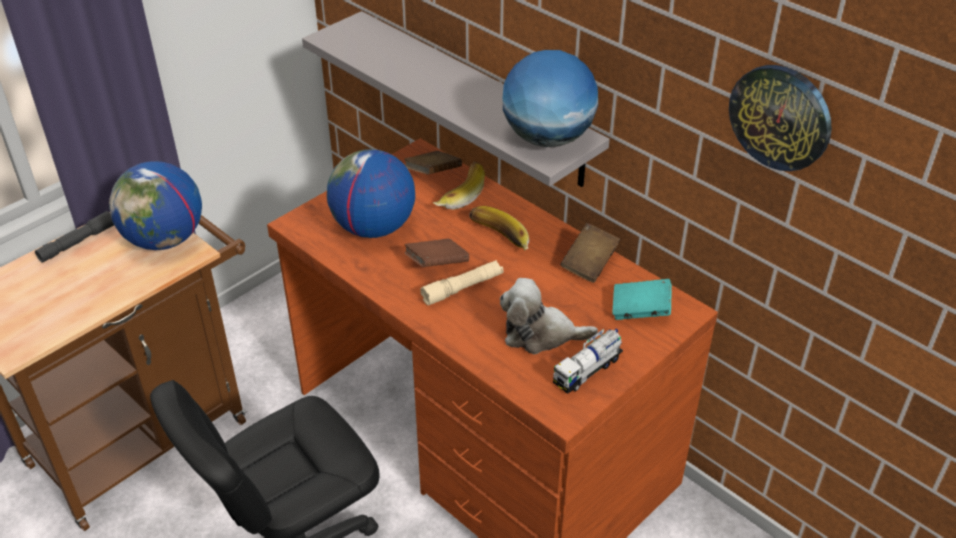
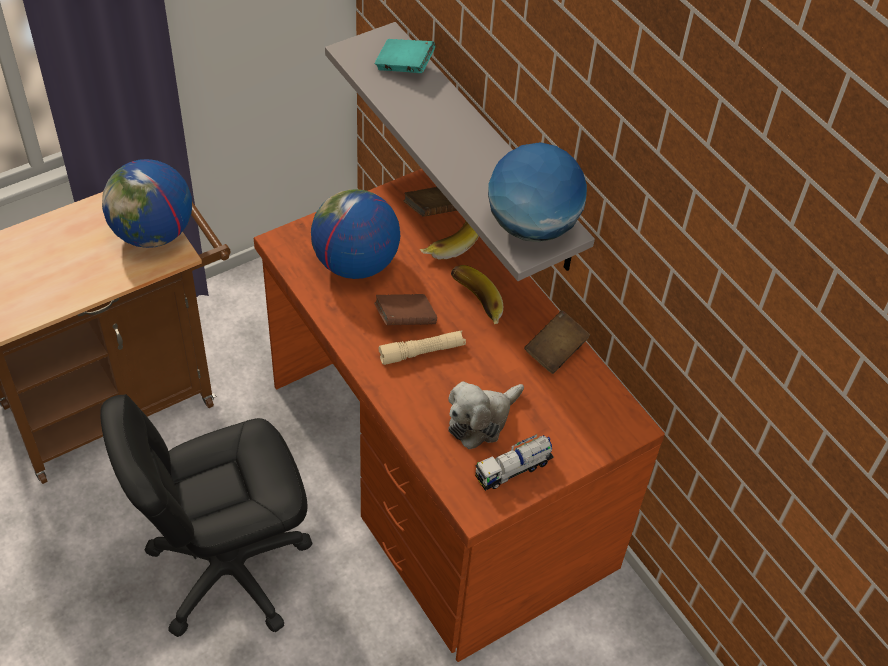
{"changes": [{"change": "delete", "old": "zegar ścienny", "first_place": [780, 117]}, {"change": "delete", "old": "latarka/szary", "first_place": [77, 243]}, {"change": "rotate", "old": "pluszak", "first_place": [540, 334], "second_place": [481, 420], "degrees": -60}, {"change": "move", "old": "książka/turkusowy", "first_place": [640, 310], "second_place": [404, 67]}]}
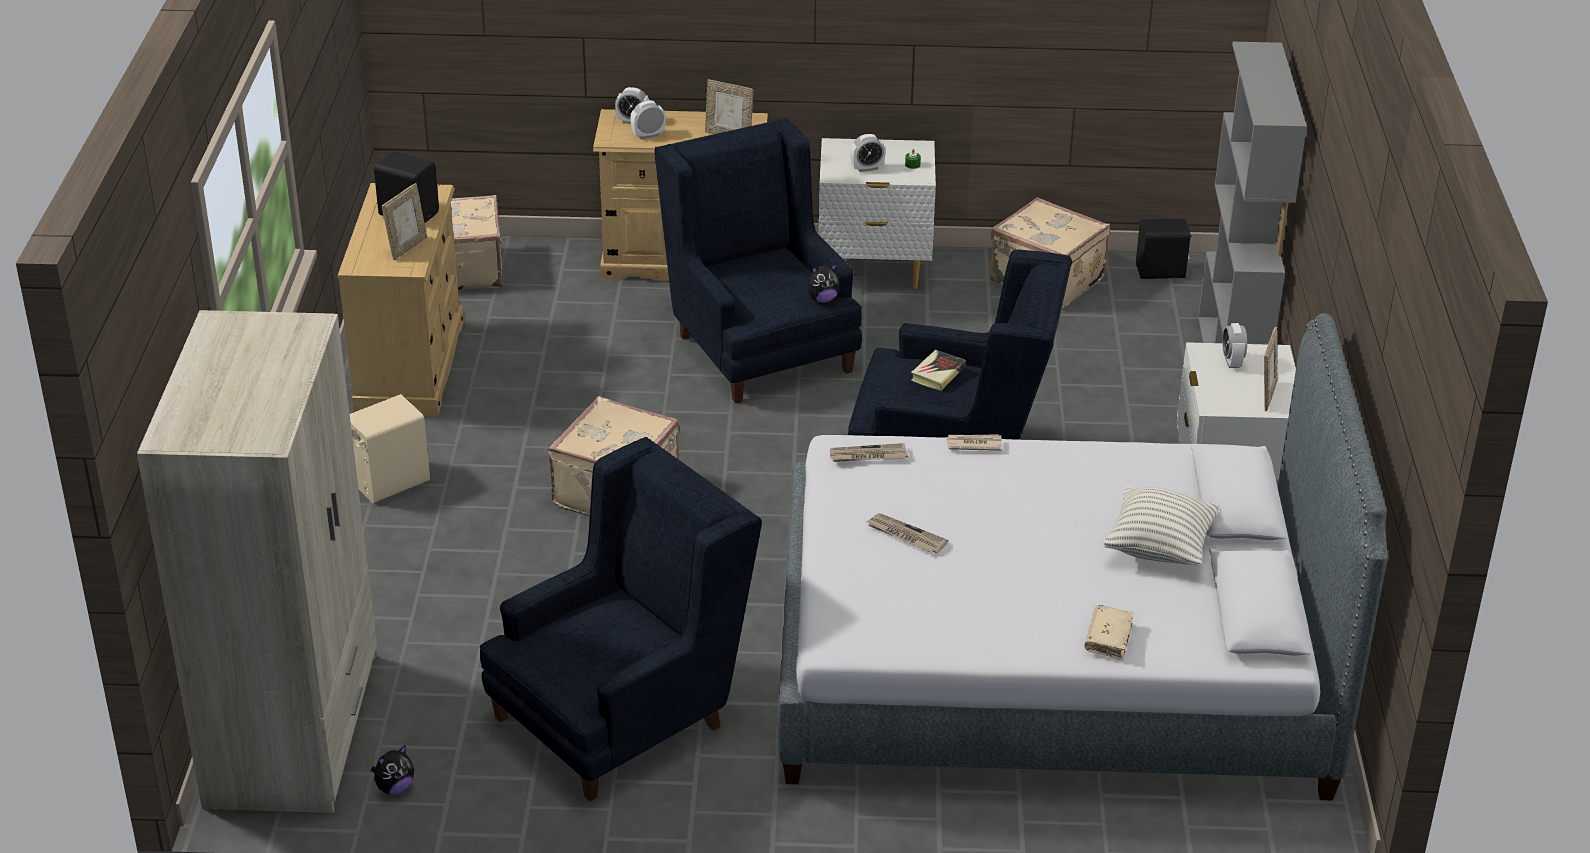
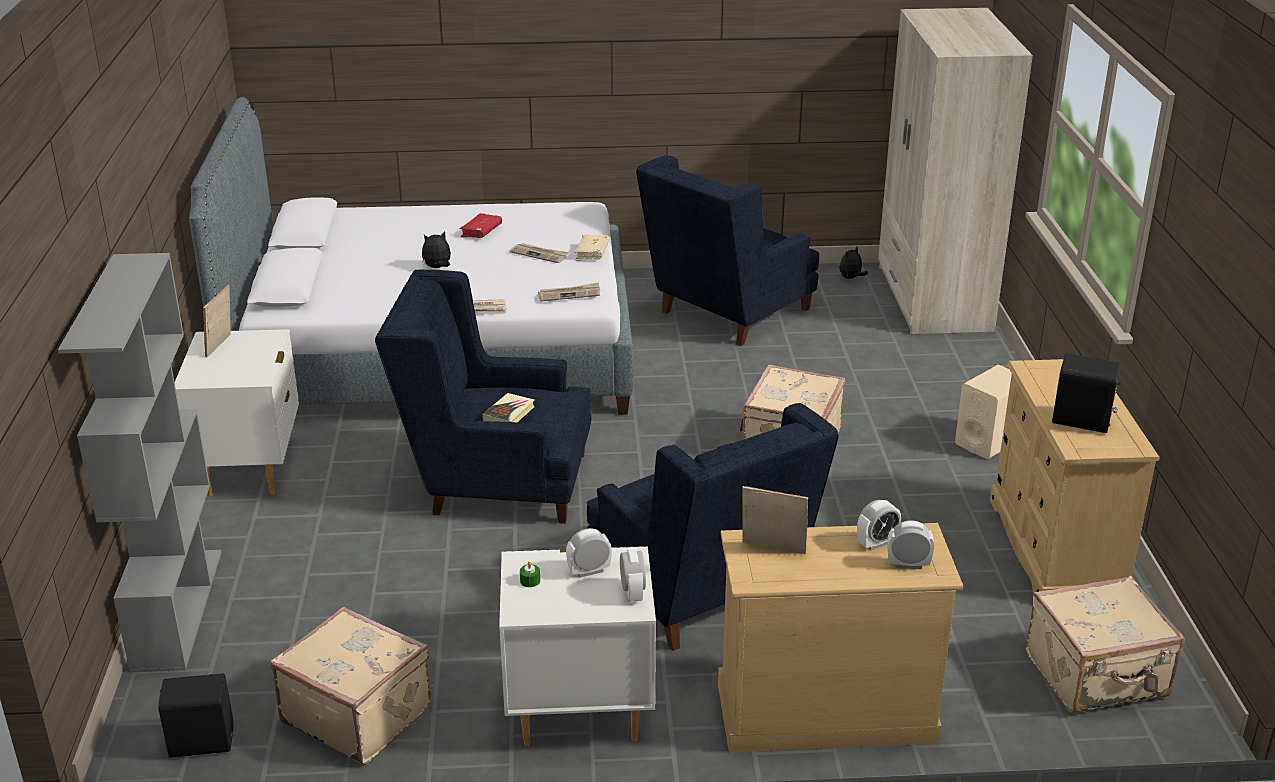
{"changes": [{"change": "delete", "old": "ramka na zdjęcie", "first_place": [407, 247]}, {"change": "move", "old": "pluszak", "first_place": [822, 299], "second_place": [437, 267]}, {"change": "move", "old": "budzik", "first_place": [1232, 361], "second_place": [632, 593]}, {"change": "delete", "old": "poduszka", "first_place": [1159, 547]}, {"change": "move", "old": "książka/beżowy", "first_place": [1108, 639], "second_place": [592, 253]}, {"change": "insert", "new": "książka/czerwony", "second_place": [481, 232]}]}
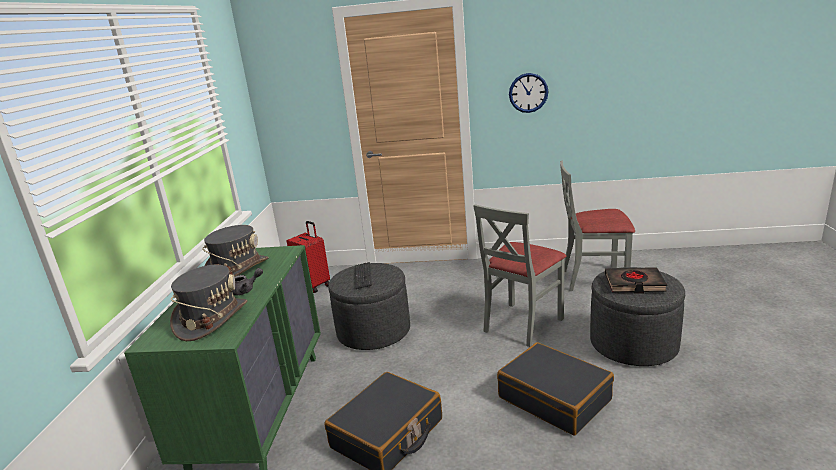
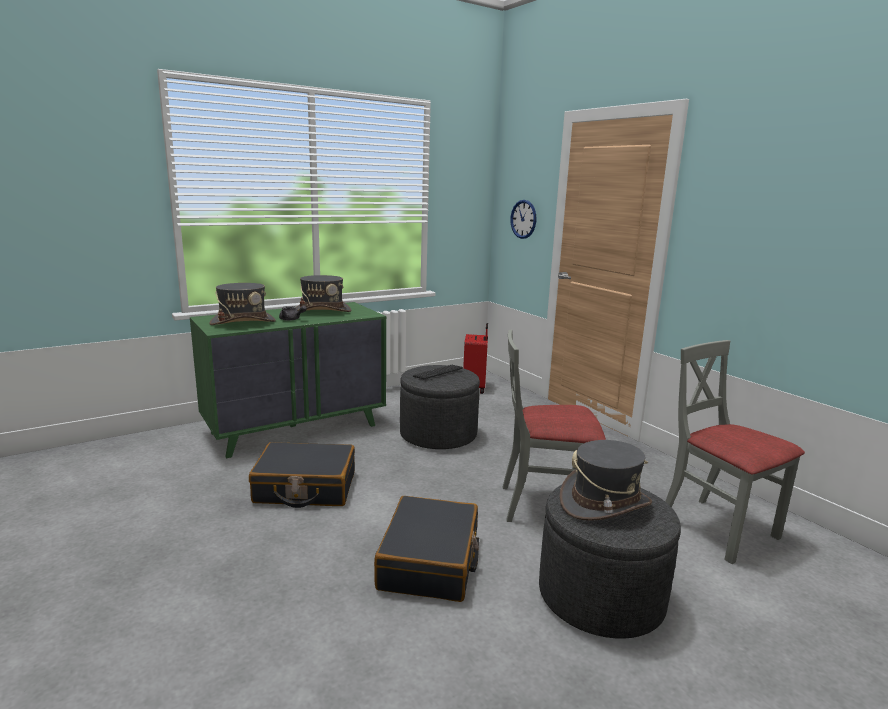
{"changes": [{"change": "move", "old": "zegar ścienny", "first_place": [528, 93], "second_place": [523, 219]}, {"change": "replace", "old": "książka/czarny", "new": "kapelusz/szary", "first_place": [634, 284], "second_place": [604, 503]}]}
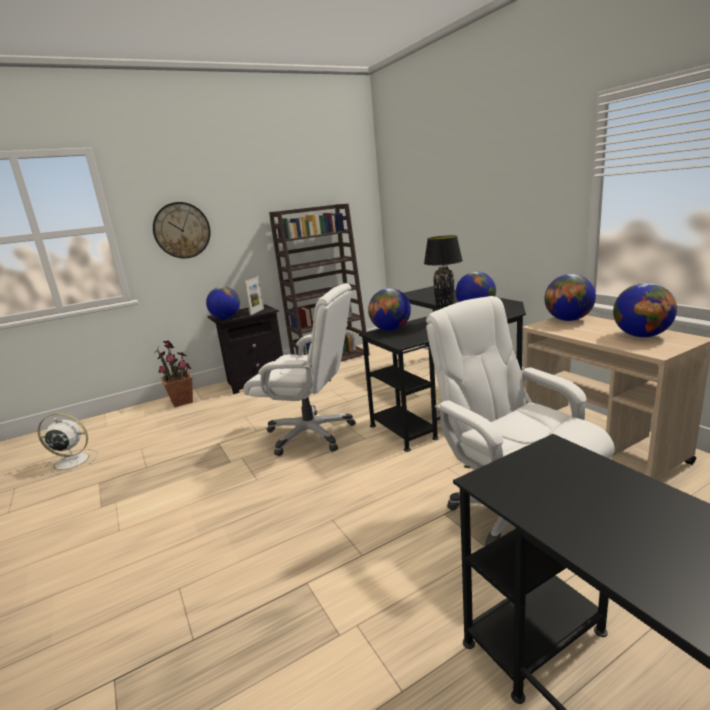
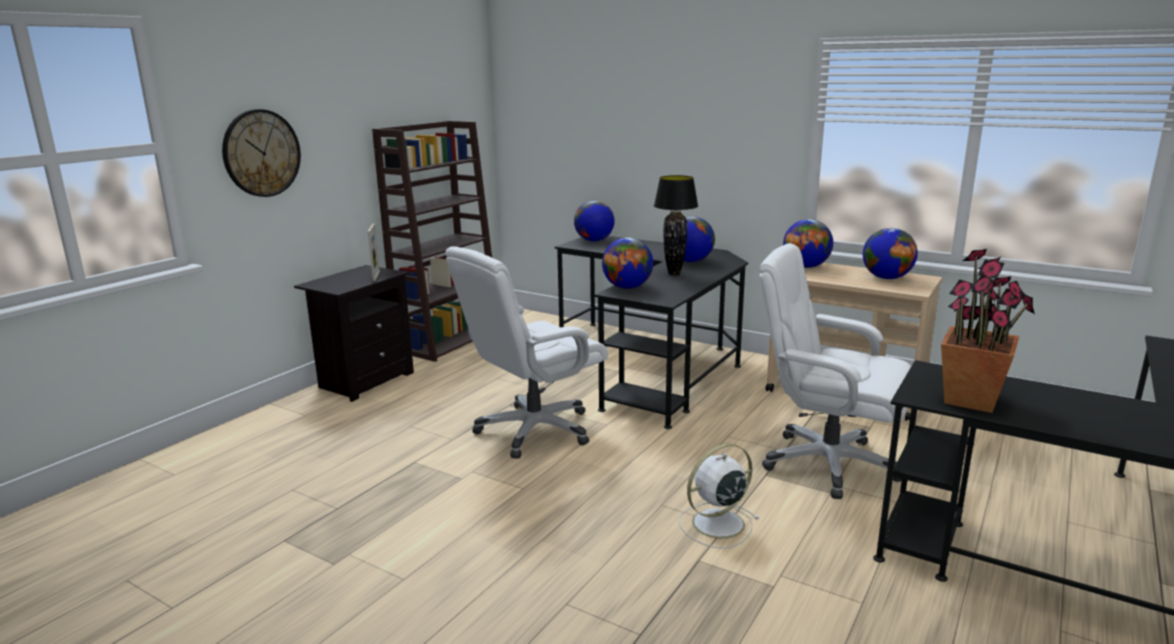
{"changes": [{"change": "rotate", "old": "krzesło biurowe/biały", "first_place": [311, 434], "second_place": [534, 430], "degrees": 150}, {"change": "move", "old": "globus", "first_place": [226, 318], "second_place": [594, 240]}, {"change": "move", "old": "roślina doniczkowa", "first_place": [182, 402], "second_place": [971, 400]}, {"change": "move", "old": "wentylator/biały", "first_place": [70, 462], "second_place": [716, 524]}]}
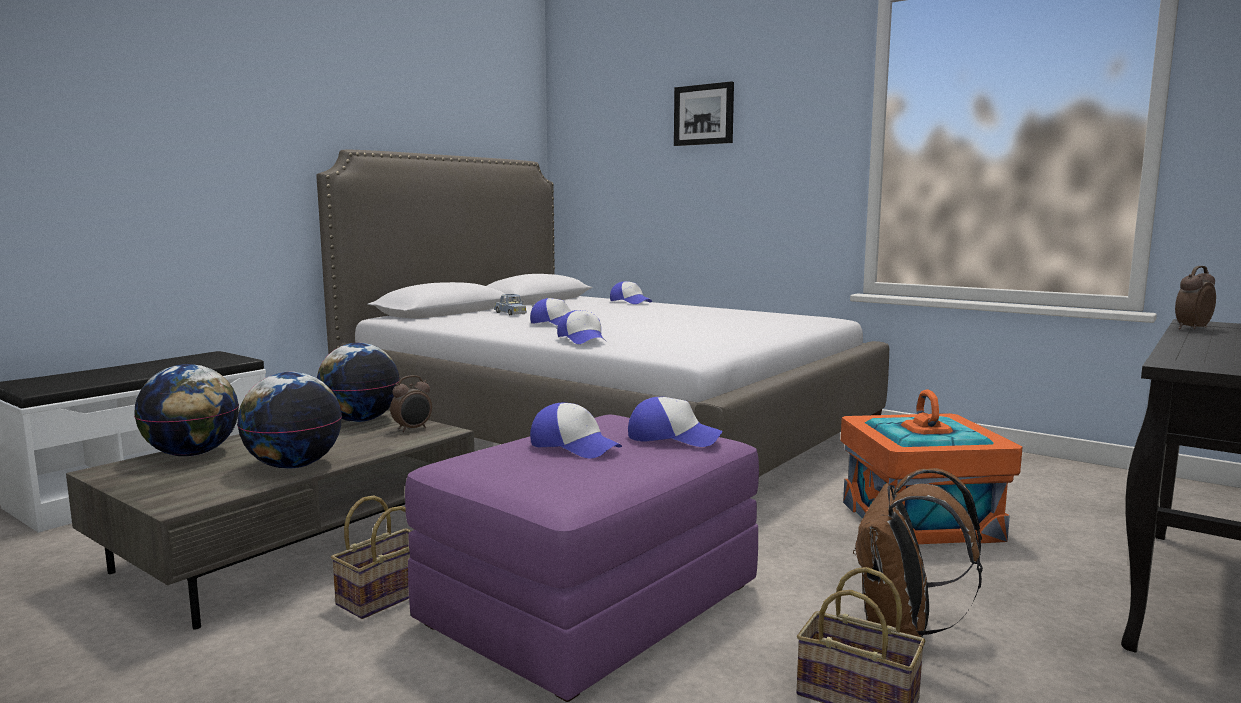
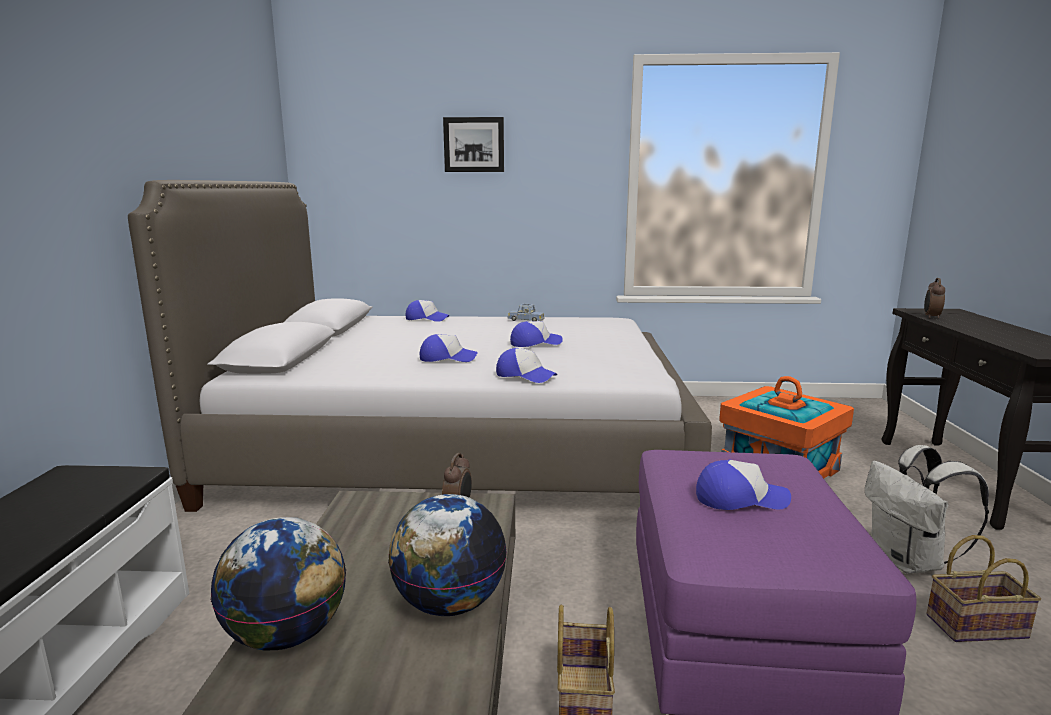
{"changes": [{"change": "move", "old": "samochodzik/niebieski", "first_place": [510, 313], "second_place": [526, 320]}, {"change": "delete", "old": "globus", "first_place": [360, 420]}, {"change": "move", "old": "czapka z daszkiem", "first_place": [673, 438], "second_place": [535, 343]}, {"change": "recolor", "old": "plecak/brązowy", "new": "plecak/biały", "first_place": [902, 631], "second_place": [909, 562]}]}
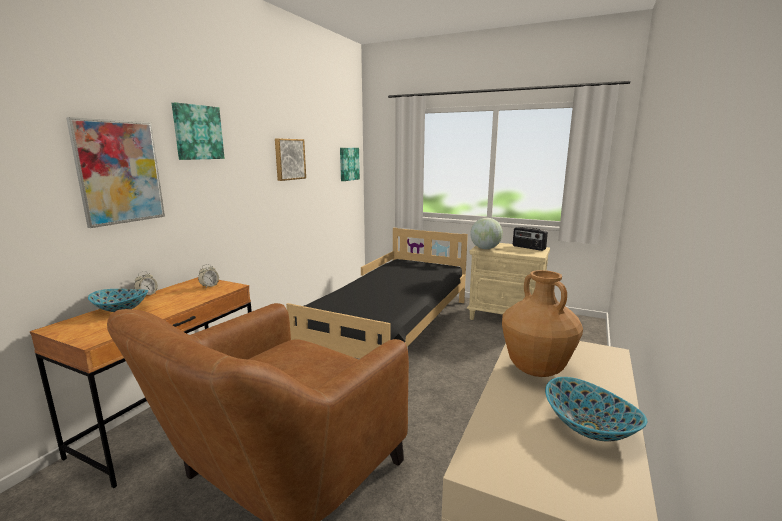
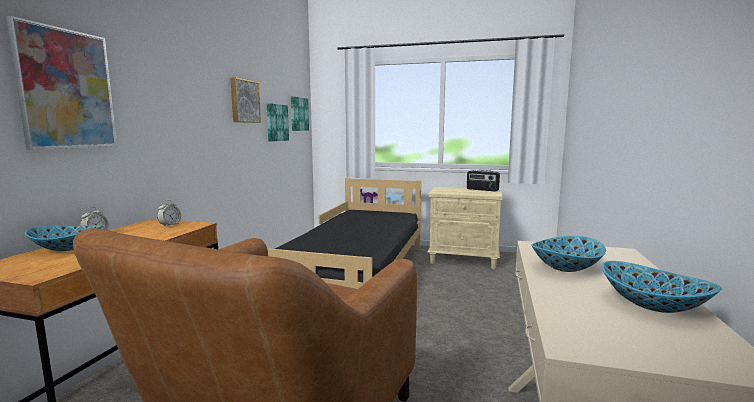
{"changes": [{"change": "move", "old": "obraz", "first_place": [197, 132], "second_place": [276, 122]}, {"change": "delete", "old": "globus", "first_place": [485, 248]}, {"change": "replace", "old": "wazon/brązowy", "new": "miska", "first_place": [535, 370], "second_place": [565, 267]}]}
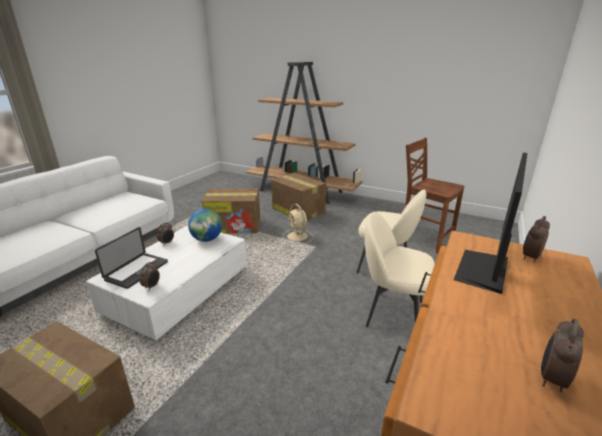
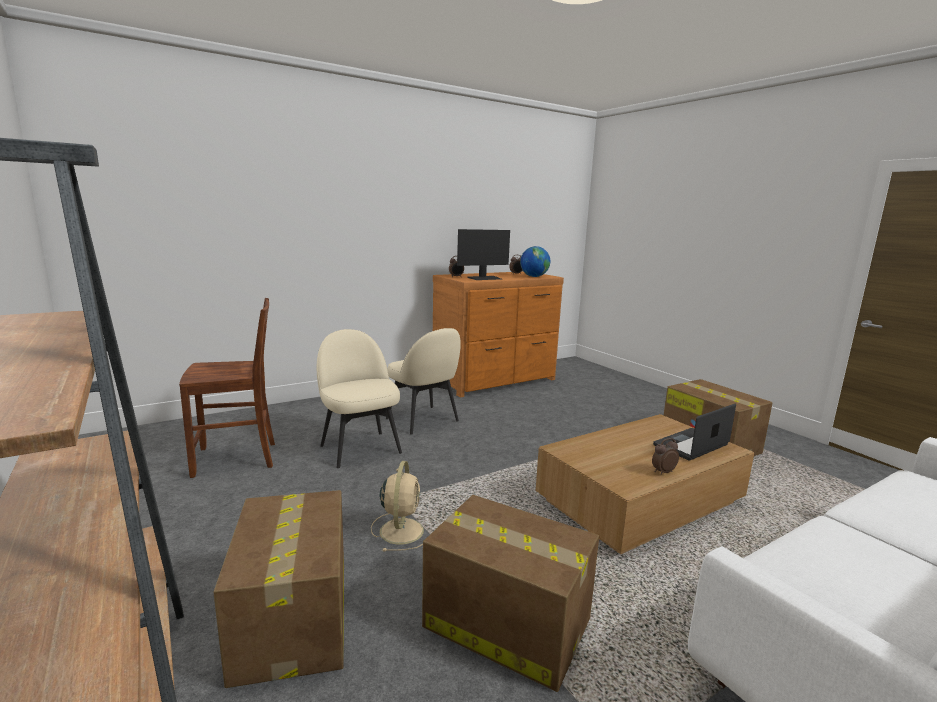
{"changes": [{"change": "rotate", "old": "krzesło/brązowy", "first_place": [424, 238], "second_place": [237, 459], "degrees": -90}, {"change": "move", "old": "globus", "first_place": [207, 239], "second_place": [534, 276]}, {"change": "recolor", "old": "ława/biały", "new": "ława/brązowy", "first_place": [179, 291], "second_place": [639, 502]}, {"change": "delete", "old": "budzik", "first_place": [152, 286]}]}
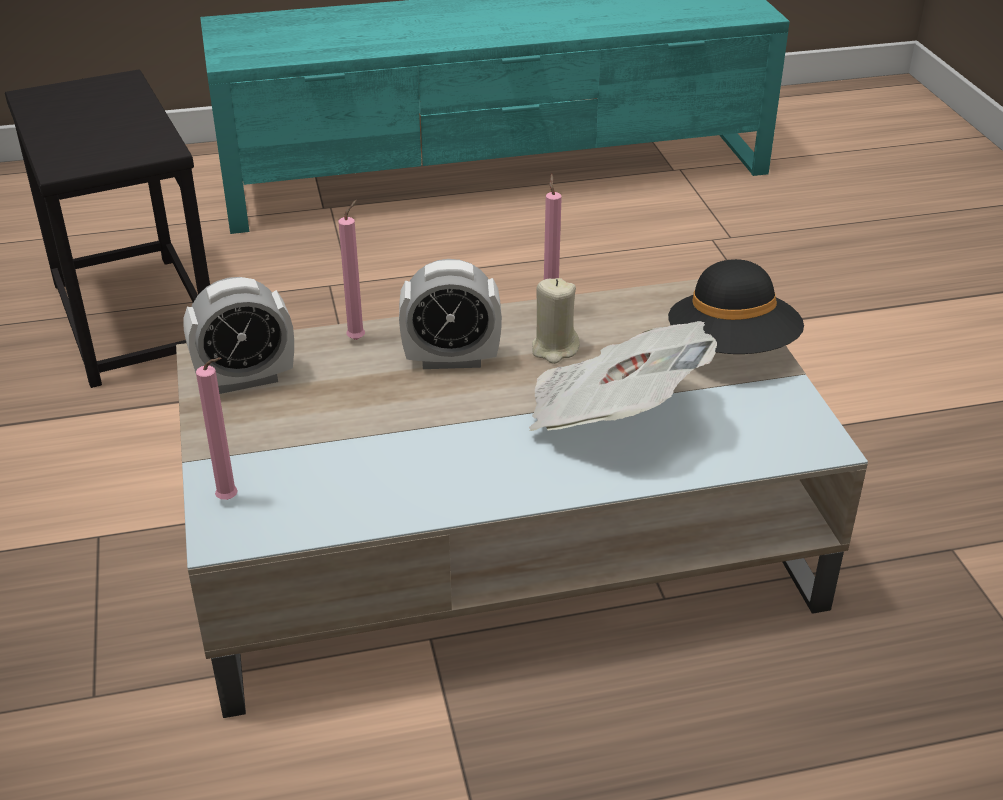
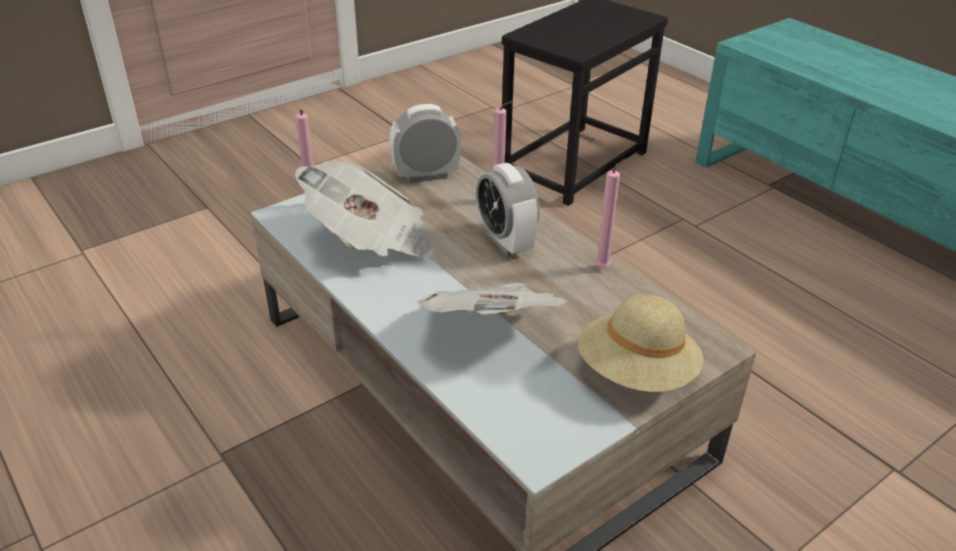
{"changes": [{"change": "recolor", "old": "kapelusz/czarny", "new": "kapelusz/beżowy", "first_place": [732, 348], "second_place": [636, 373]}, {"change": "rotate", "old": "budzik", "first_place": [246, 379], "second_place": [426, 175], "degrees": 120}, {"change": "delete", "old": "świeca/beżowy", "first_place": [554, 349]}, {"change": "insert", "new": "gazeta", "second_place": [371, 241]}]}
